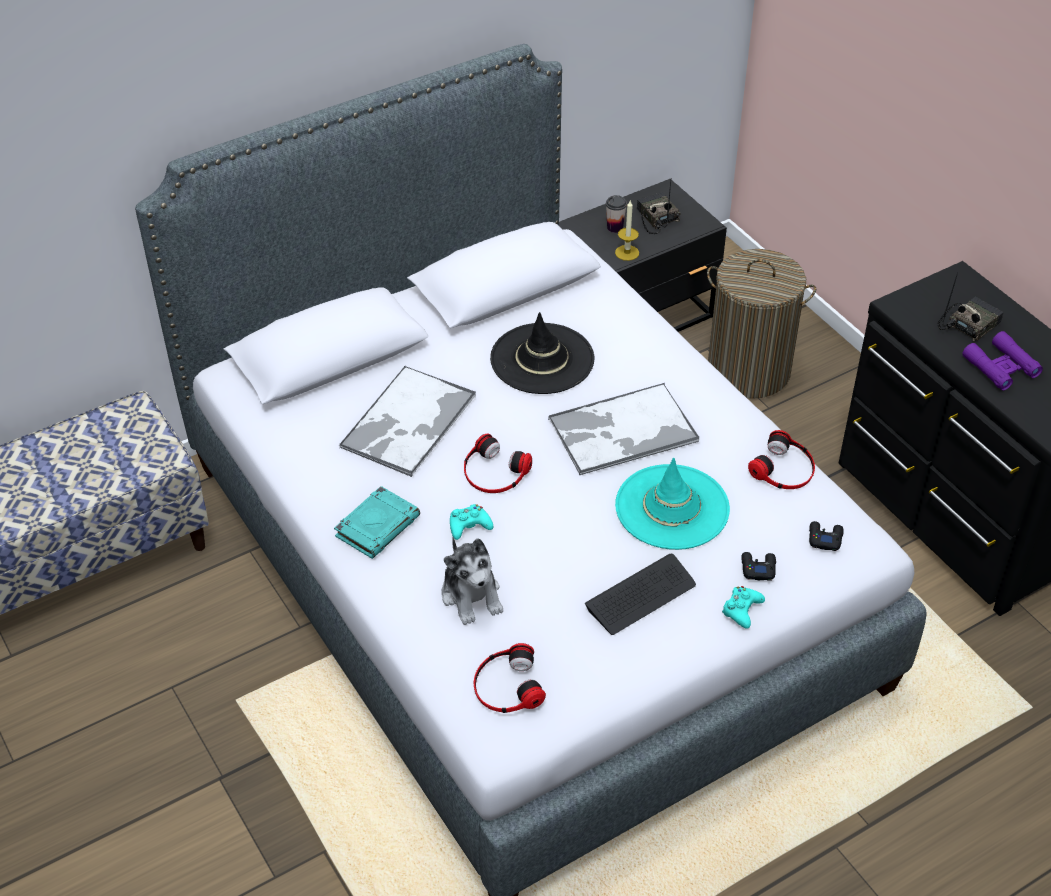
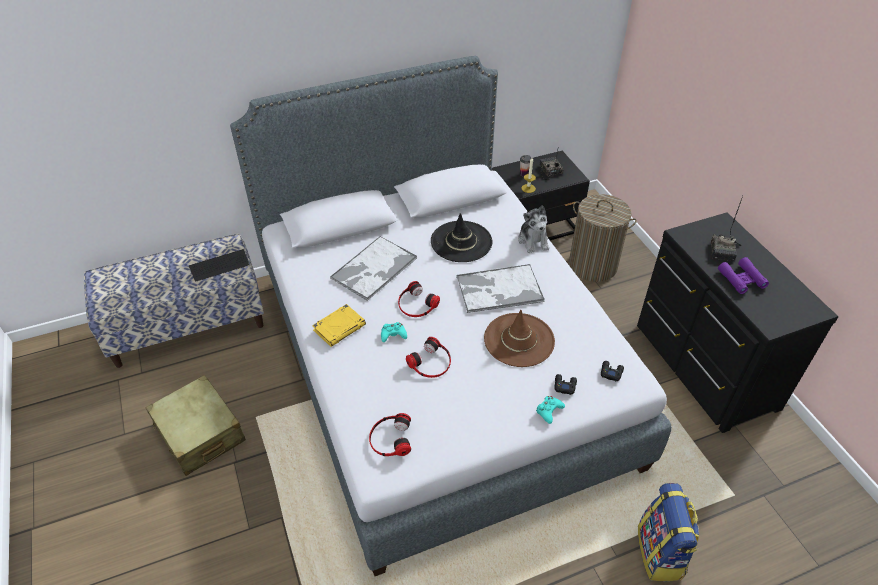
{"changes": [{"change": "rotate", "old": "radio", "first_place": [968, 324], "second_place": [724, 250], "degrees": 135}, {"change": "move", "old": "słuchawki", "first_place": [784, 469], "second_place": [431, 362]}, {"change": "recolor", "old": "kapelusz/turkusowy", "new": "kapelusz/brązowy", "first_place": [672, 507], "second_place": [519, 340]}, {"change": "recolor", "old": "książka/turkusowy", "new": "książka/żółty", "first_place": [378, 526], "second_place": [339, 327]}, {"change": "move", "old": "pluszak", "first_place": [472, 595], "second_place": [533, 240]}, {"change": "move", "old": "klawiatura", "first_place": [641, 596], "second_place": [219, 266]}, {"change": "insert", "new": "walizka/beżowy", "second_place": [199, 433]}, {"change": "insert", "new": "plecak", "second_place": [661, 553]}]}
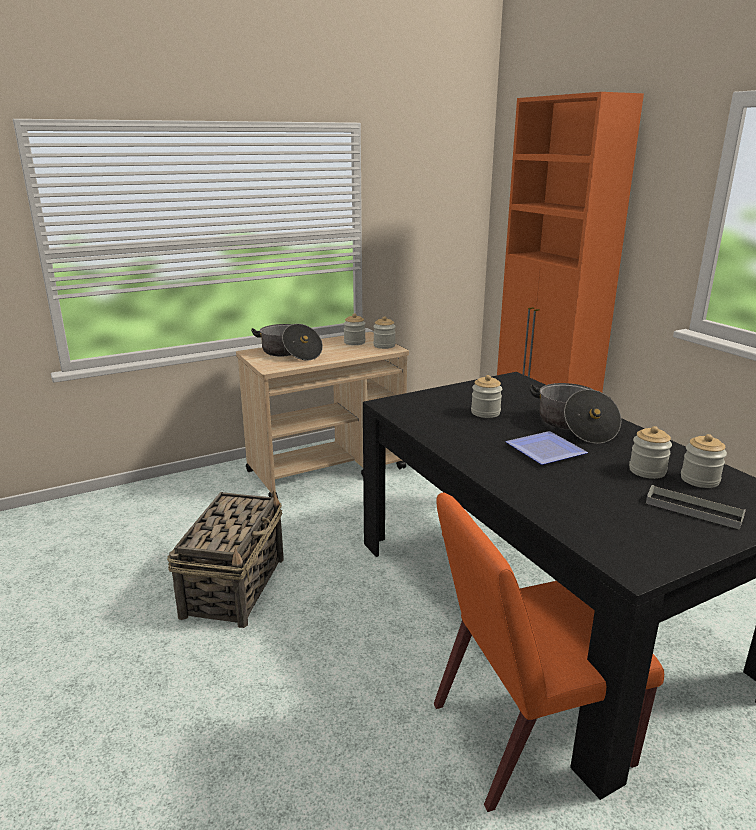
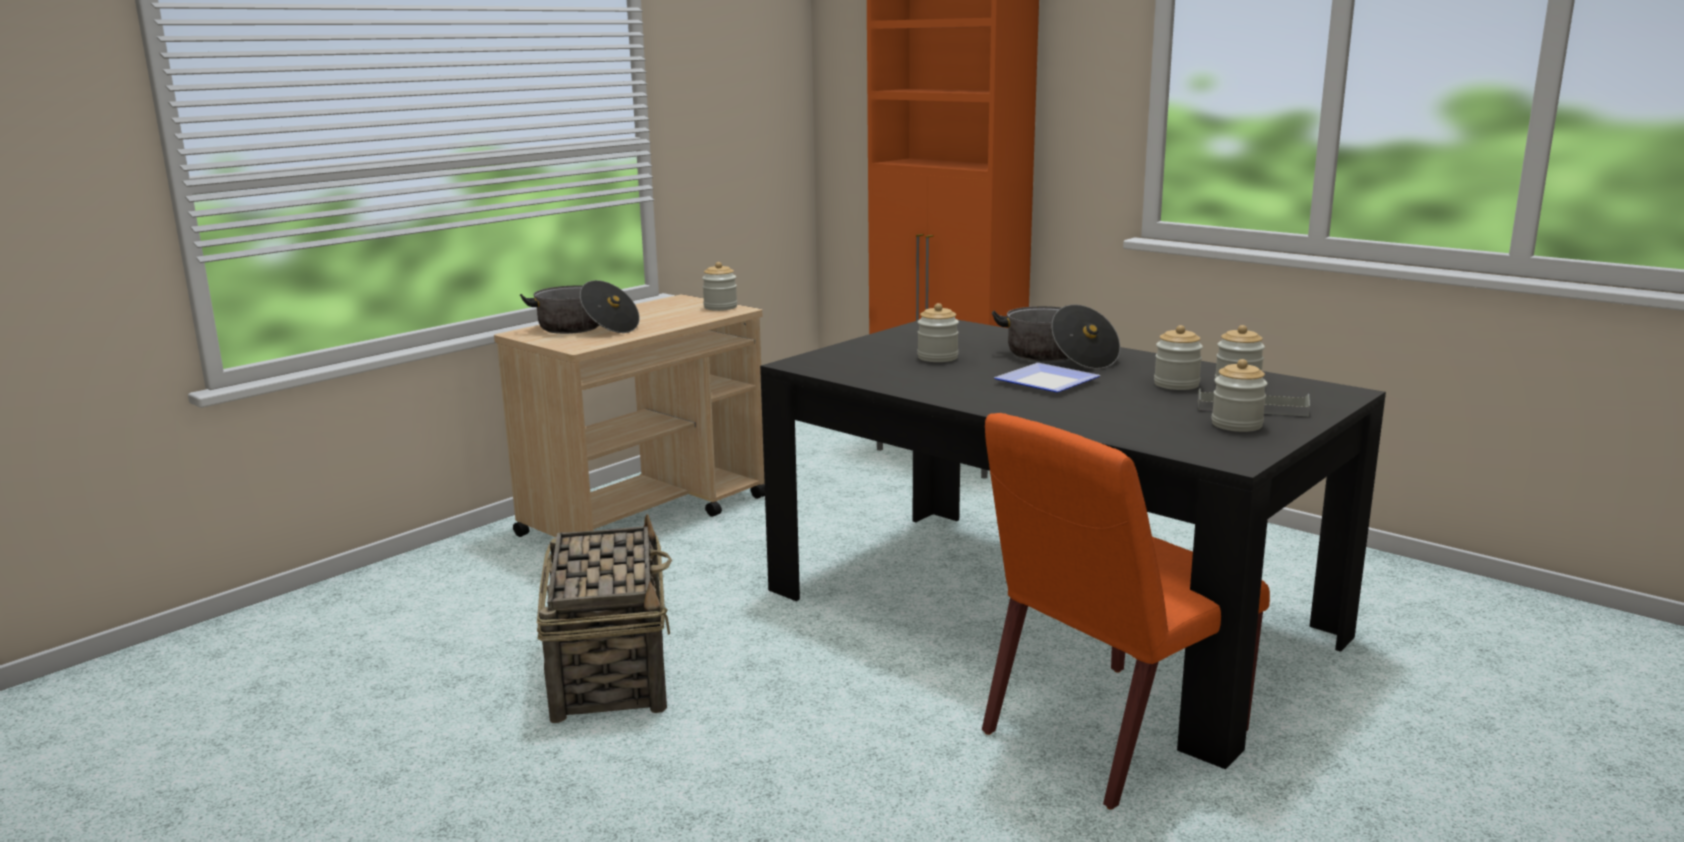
{"changes": [{"change": "move", "old": "słoik", "first_place": [354, 342], "second_place": [1236, 425]}]}
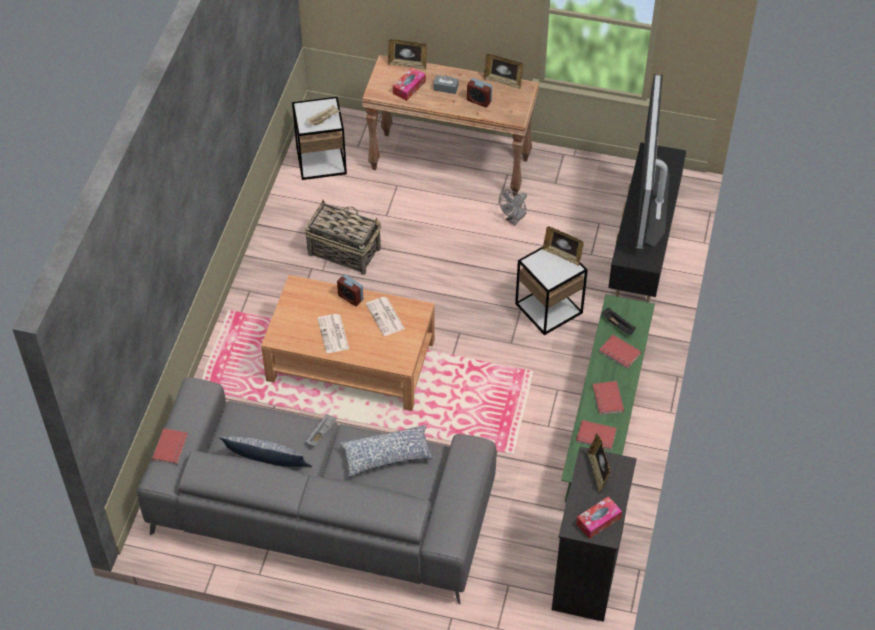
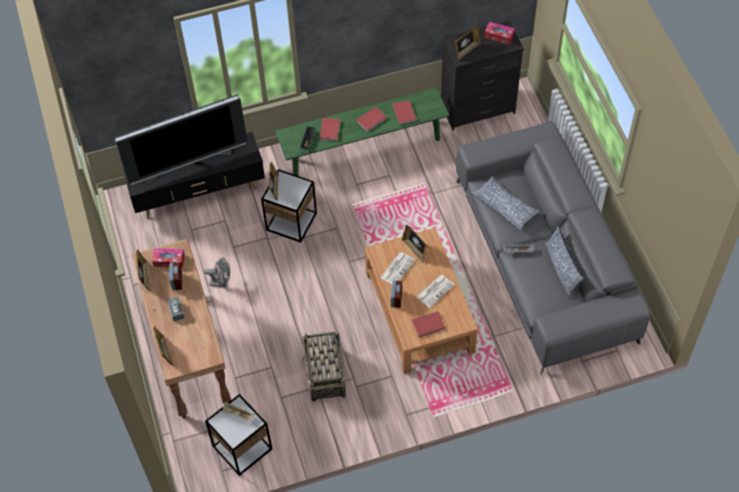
{"changes": [{"change": "move", "old": "pudełko chusteczek", "first_place": [409, 87], "second_place": [169, 260]}, {"change": "move", "old": "książka/czerwony", "first_place": [171, 447], "second_place": [428, 324]}, {"change": "insert", "new": "ramka na zdjęcie", "second_place": [415, 249]}]}
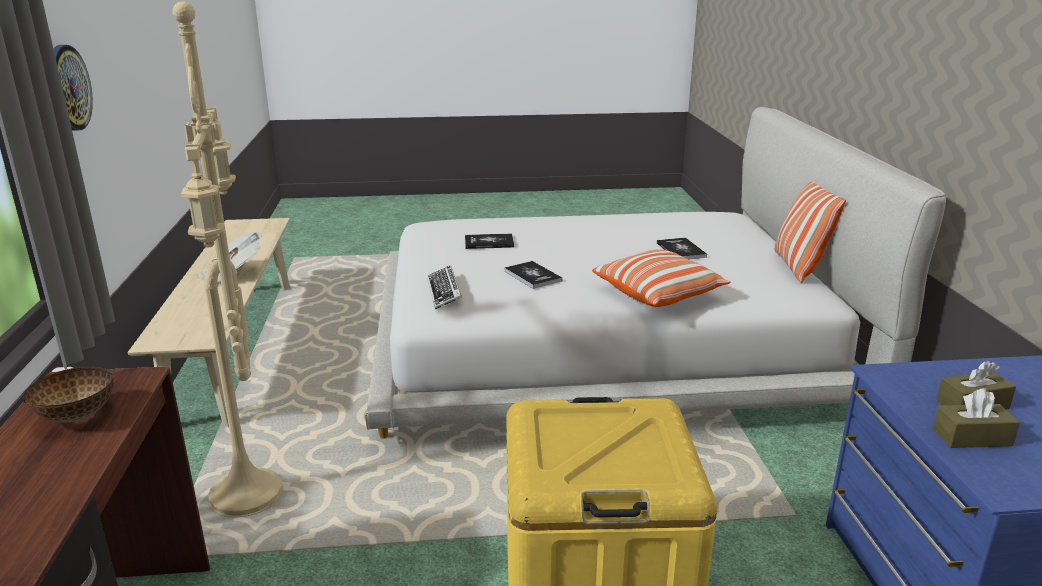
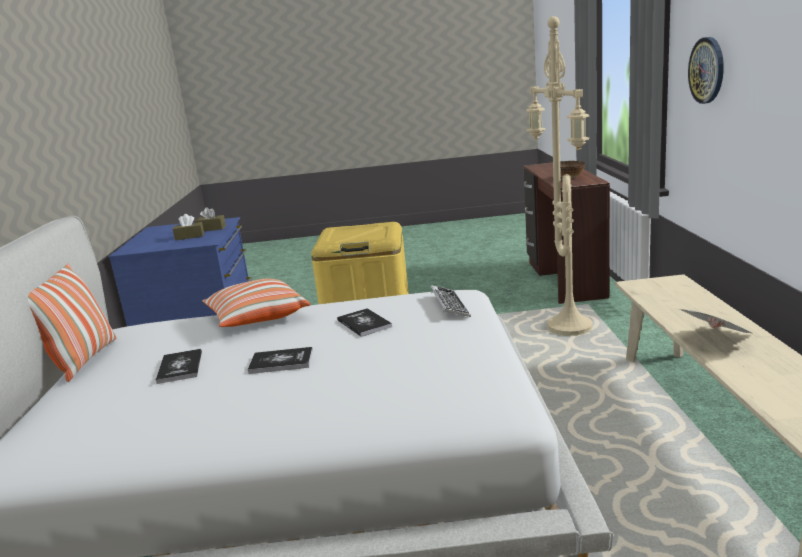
{"changes": [{"change": "move", "old": "książka", "first_place": [489, 242], "second_place": [281, 361]}]}
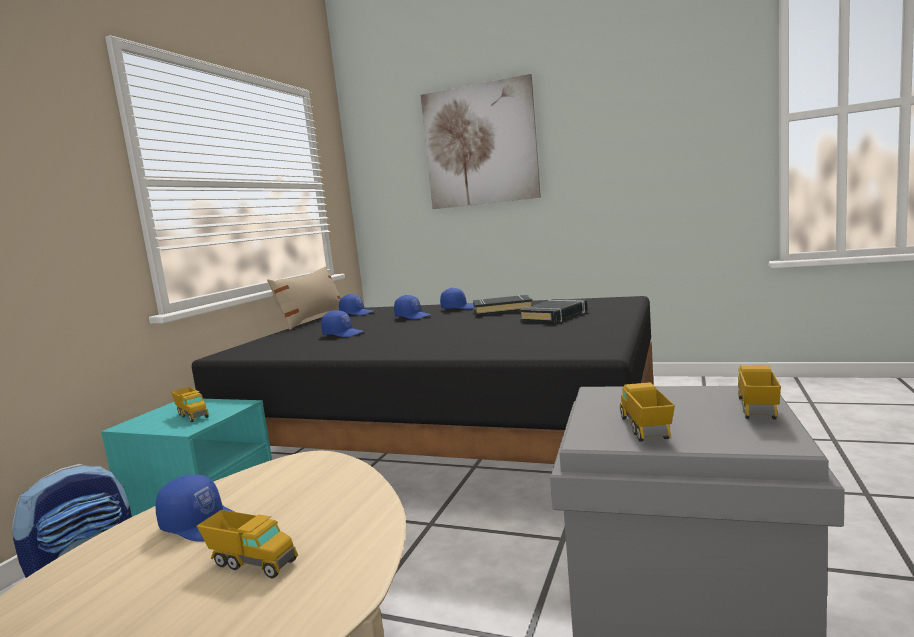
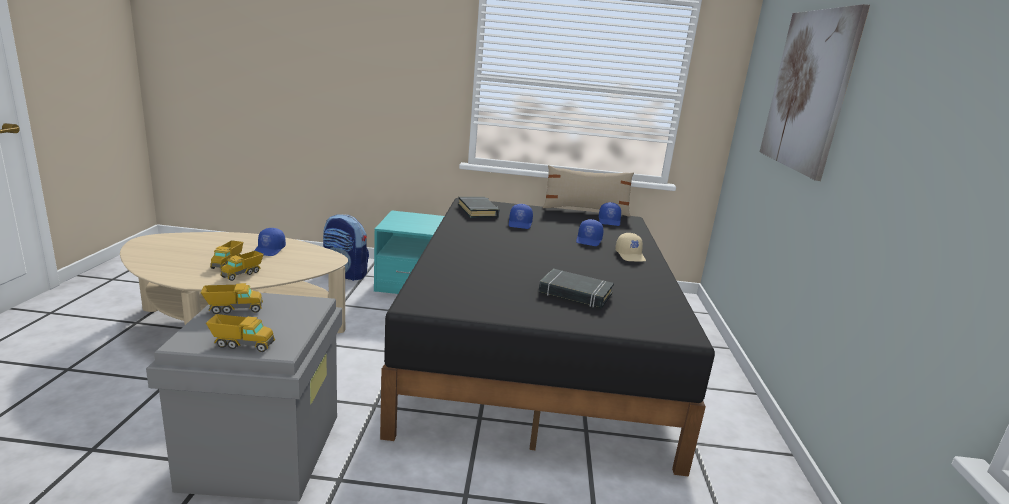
{"changes": [{"change": "recolor", "old": "czapka z daszkiem/niebieski", "new": "czapka z daszkiem/beżowy", "first_place": [459, 308], "second_place": [630, 256]}, {"change": "move", "old": "książka/czarny", "first_place": [502, 310], "second_place": [478, 211]}, {"change": "move", "old": "ciężarówka zabawkowa", "first_place": [192, 415], "second_place": [243, 274]}]}
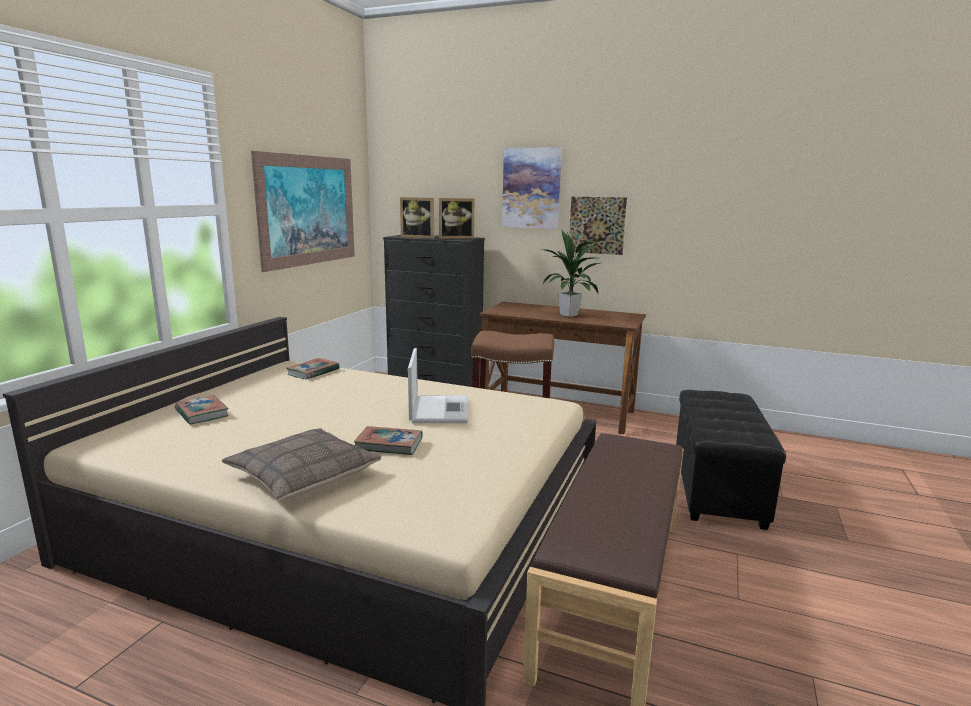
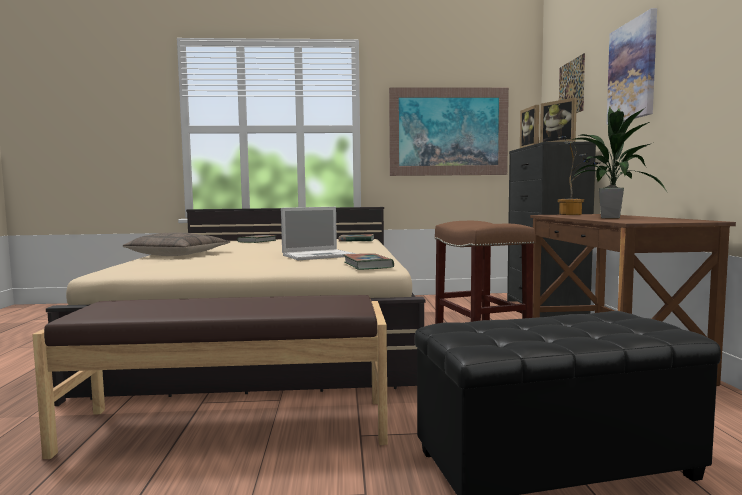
{"changes": [{"change": "move", "old": "obraz", "first_place": [597, 225], "second_place": [571, 88]}, {"change": "move", "old": "książka", "first_place": [389, 444], "second_place": [368, 265]}, {"change": "insert", "new": "roślina doniczkowa", "second_place": [573, 214]}]}
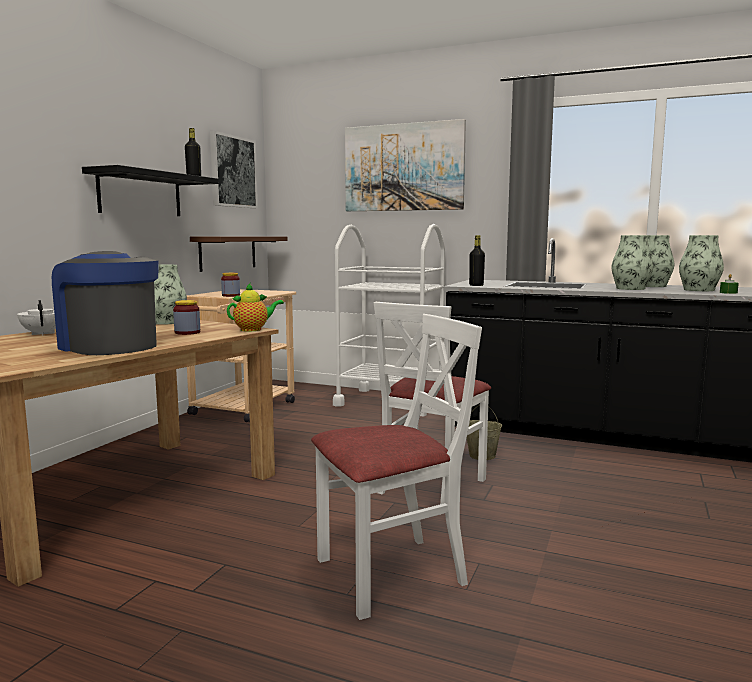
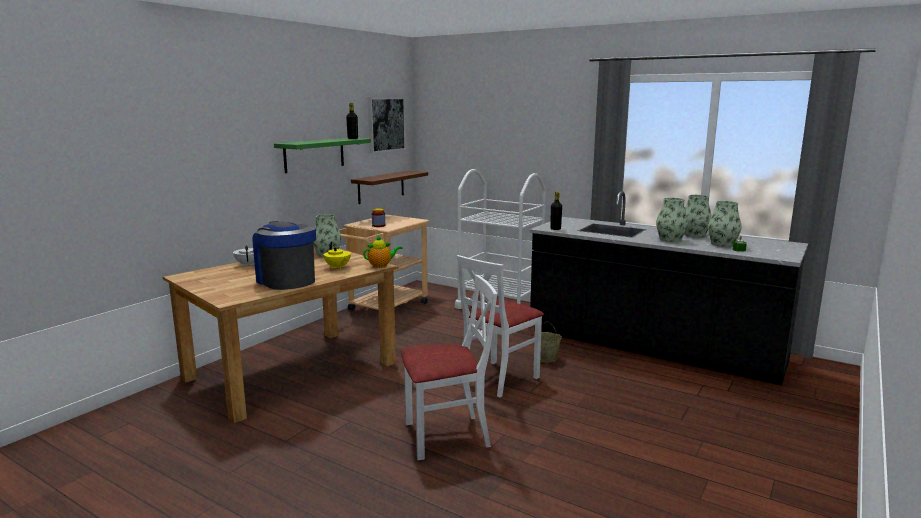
{"changes": [{"change": "delete", "old": "obraz", "first_place": [403, 167]}, {"change": "recolor", "old": "półka/czarny", "new": "półka/zielony", "first_place": [140, 194], "second_place": [314, 154]}, {"change": "replace", "old": "słoik", "new": "imbryk/żółty", "first_place": [187, 332], "second_place": [337, 267]}]}
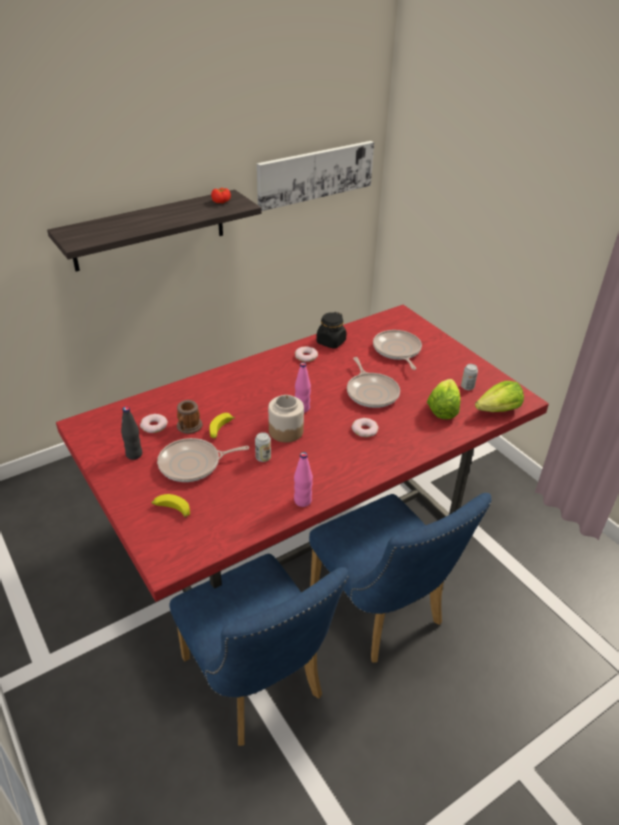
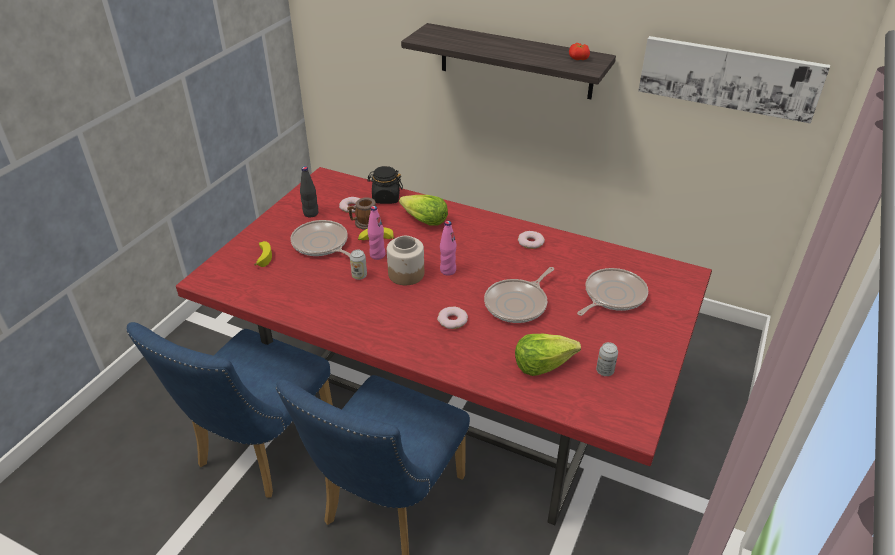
{"changes": [{"change": "move", "old": "słoik/czarny", "first_place": [331, 342], "second_place": [386, 198]}, {"change": "move", "old": "sałata", "first_place": [498, 410], "second_place": [424, 220]}, {"change": "move", "old": "butelka/różowy", "first_place": [302, 501], "second_place": [377, 255]}]}
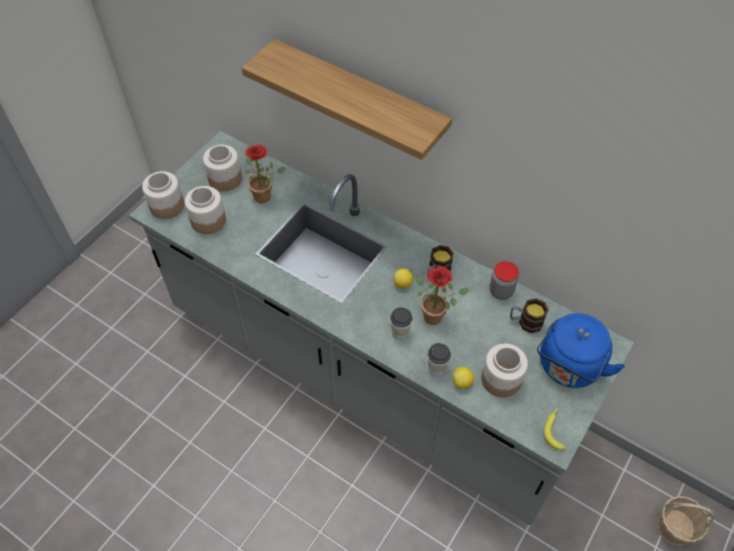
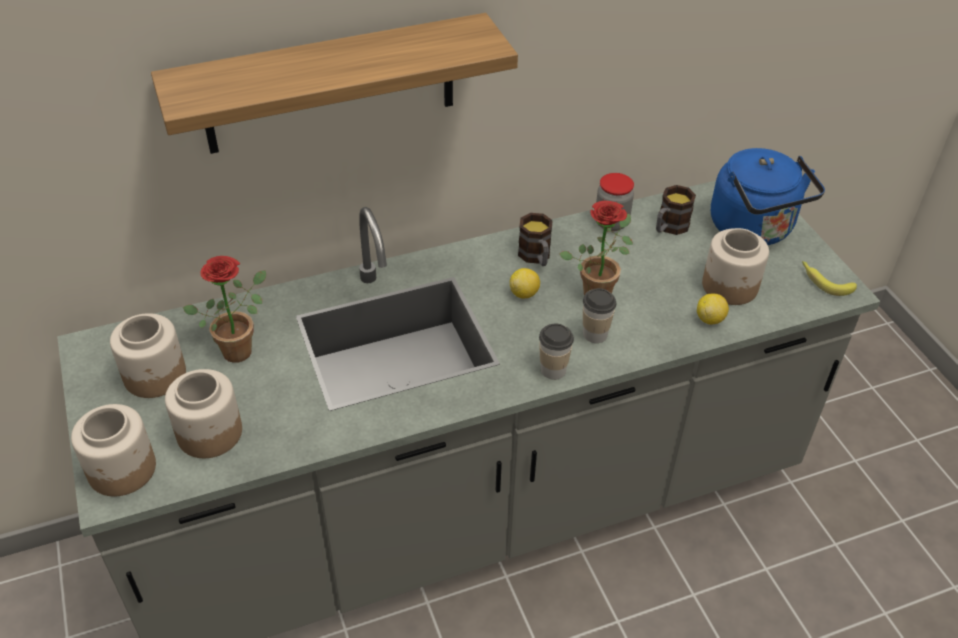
{"changes": [{"change": "move", "old": "filiżanka", "first_place": [436, 368], "second_place": [553, 370]}, {"change": "delete", "old": "koszyk", "first_place": [675, 528]}]}
